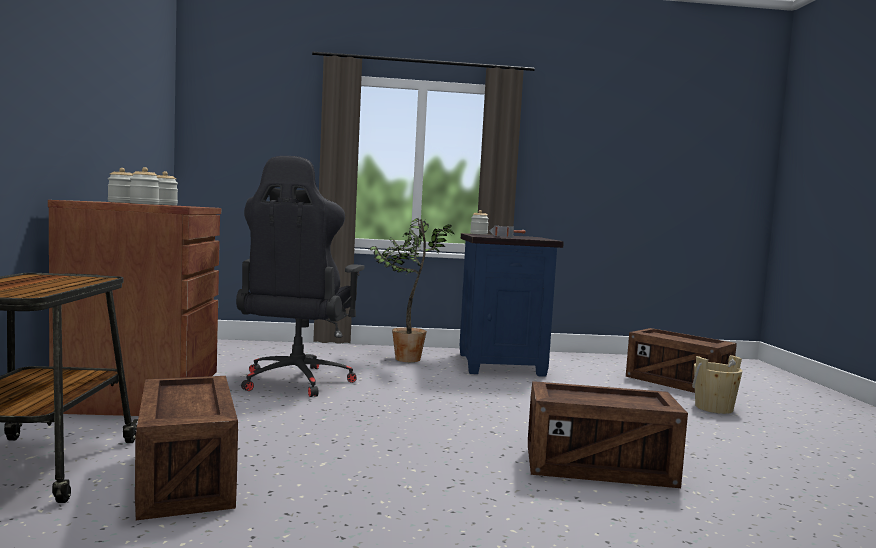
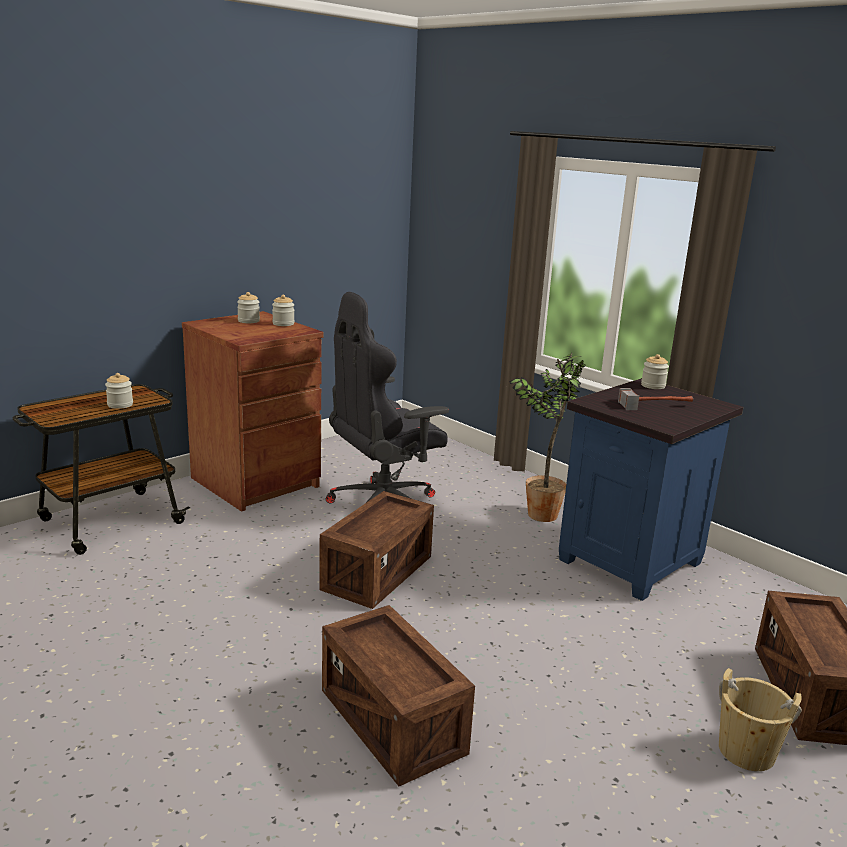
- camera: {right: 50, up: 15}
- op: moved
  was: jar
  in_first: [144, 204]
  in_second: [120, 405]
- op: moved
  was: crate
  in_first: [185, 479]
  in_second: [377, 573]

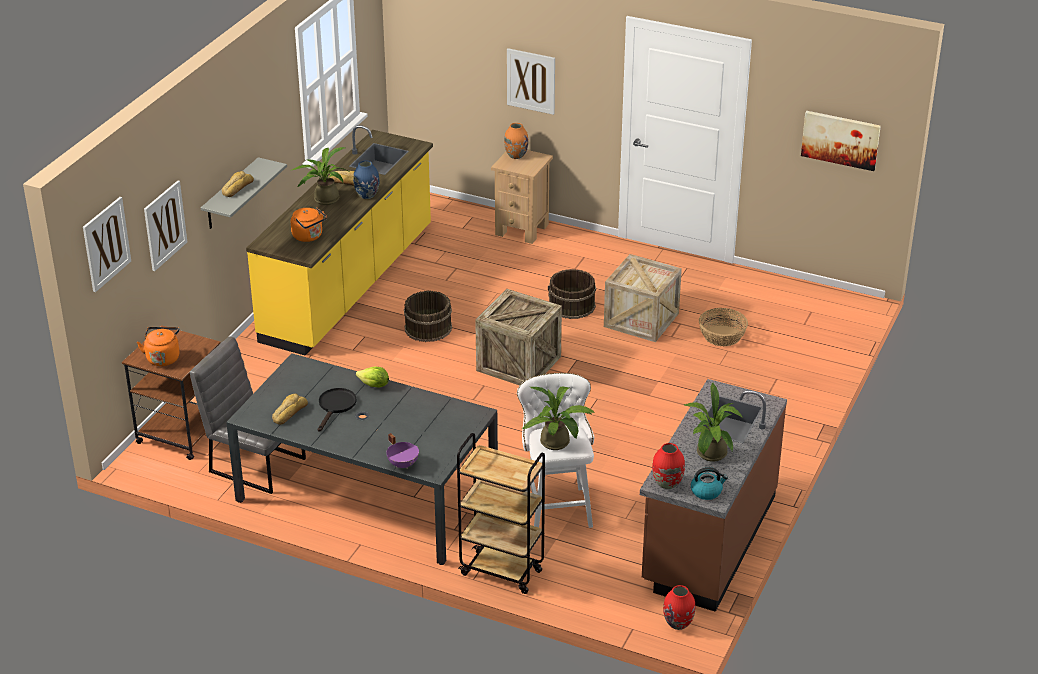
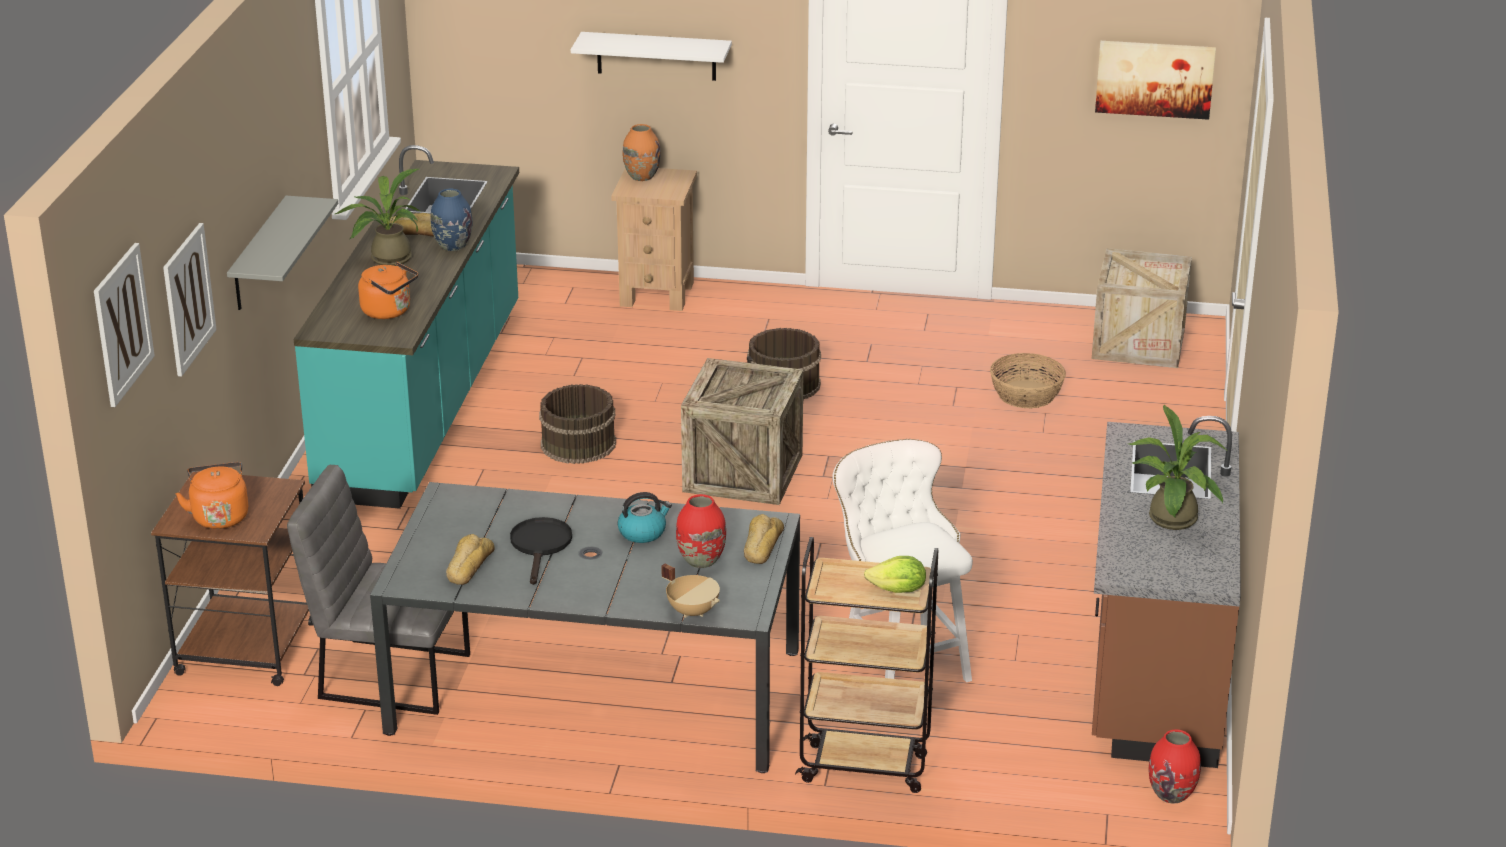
- camera: {right: -15, up: -5}
- op: recoloured
  was: yellow counter
  now: turquoise counter
  in_first: [349, 285]
  in_second: [425, 402]
- op: replaced
  was: picture
  now: white shelf
  in_first: [531, 81]
  in_second: [656, 56]
- op: moved
  was: kettle
  in_first: [707, 491]
  in_second: [643, 532]
- op: recoloured
  was: purple cooking pot
  now: beige cooking pot
  in_first: [403, 464]
  in_second: [693, 611]
- op: moved
  was: red vase
  in_first: [667, 483]
  in_second: [700, 560]
- op: moved
  was: bread
  in_first: [236, 188]
  in_second: [761, 545]
- op: moved
  was: lettuce
  in_first: [374, 385]
  in_second: [898, 591]
- op: moved
  was: crate
  in_first: [641, 320]
  in_second: [1138, 343]
- op: removed
  was: potted plant
  in_first: [558, 443]

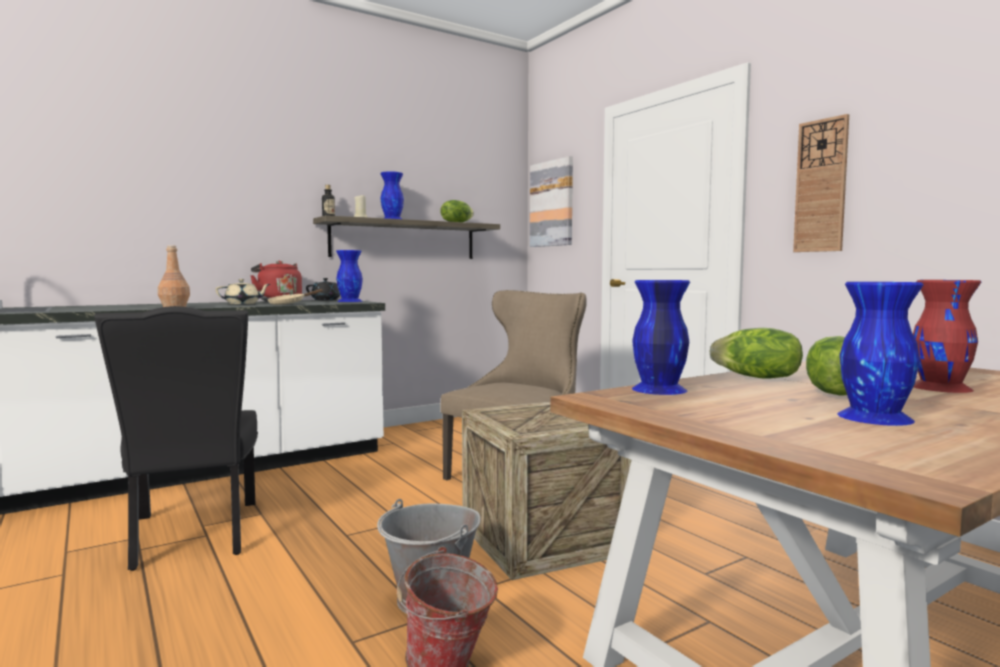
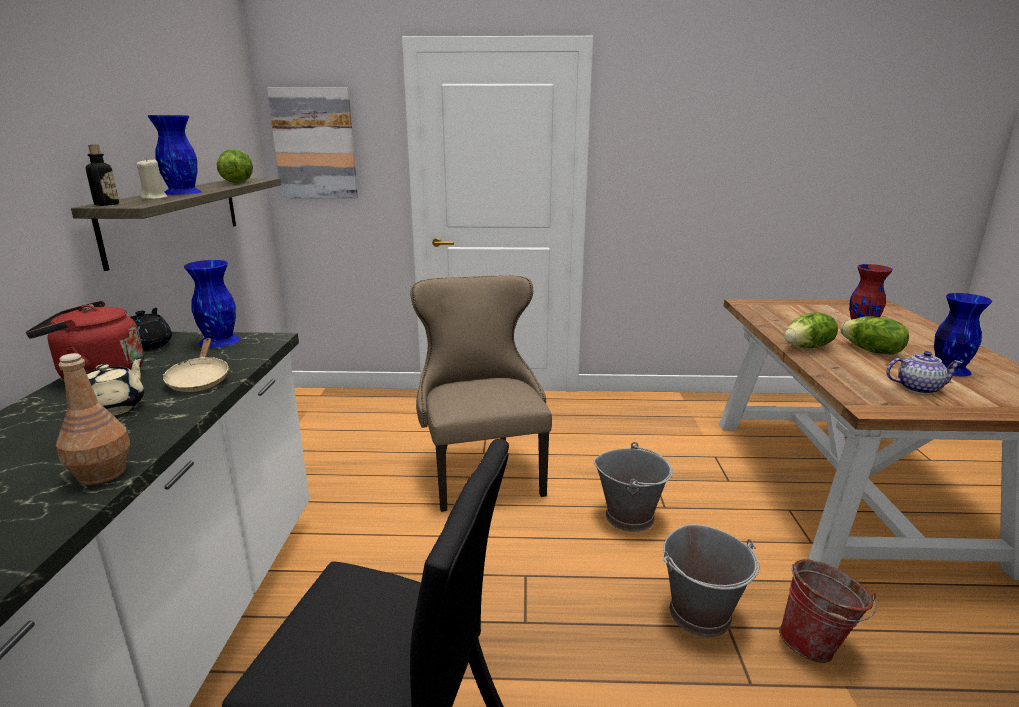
- camera: {right: -55, up: 15}
- op: replaced
  was: crate
  now: grey bucket
  in_first: [542, 539]
  in_second: [630, 516]
- op: added
  now: teapot
  in_second: [917, 388]
- op: removed
  was: blue vase
  in_first: [658, 389]
- op: removed
  was: wall clock
  in_first: [821, 186]

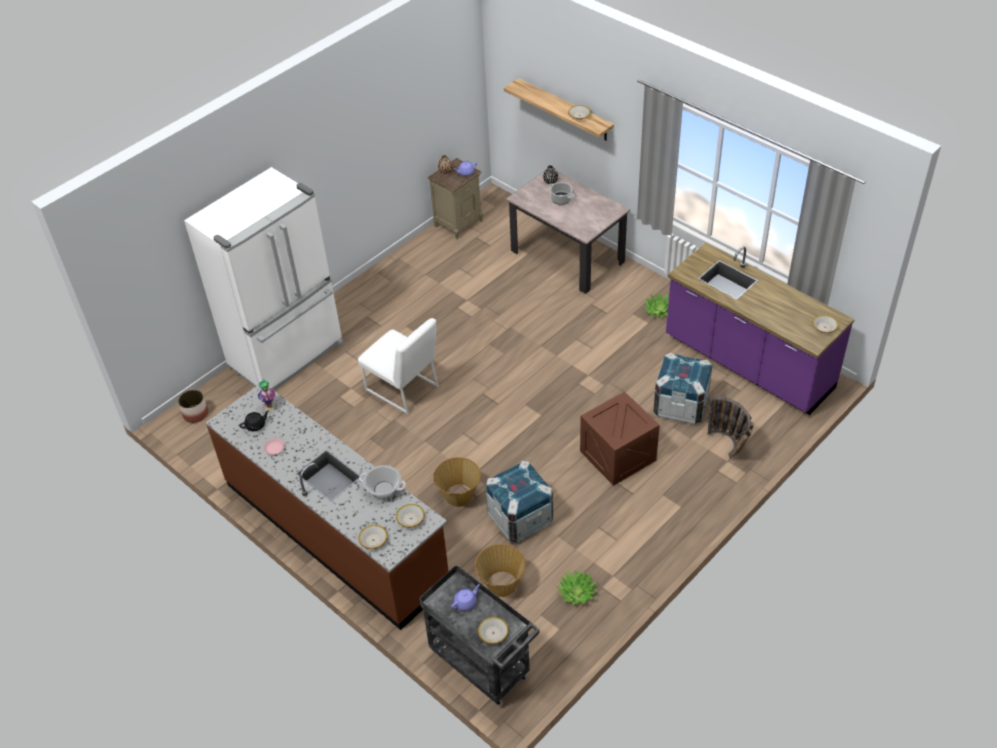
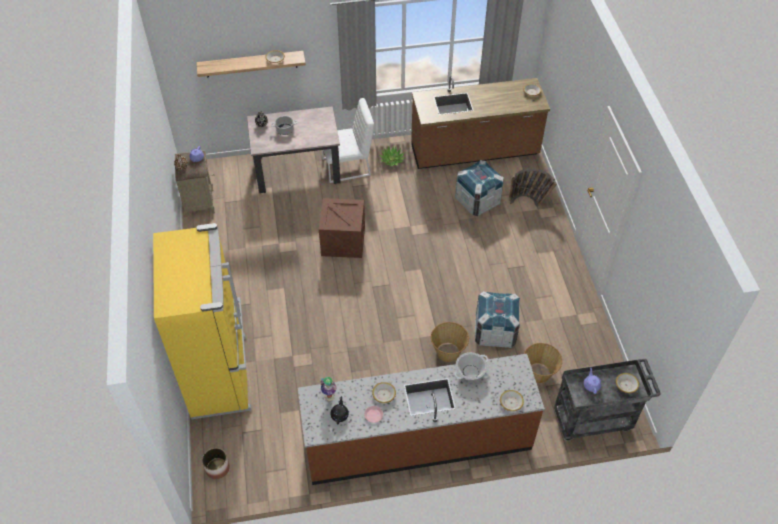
- camera: {right: -55, up: 5}
- op: recoloured
  was: white fridge
  now: yellow fridge
  in_first: [288, 356]
  in_second: [221, 375]
- op: moved
  was: crate
  in_first: [618, 455]
  in_second: [343, 241]
- op: moved
  was: white chair
  in_first: [403, 389]
  in_second: [348, 166]
- op: moved
  was: bowl
  in_first: [411, 519]
  in_second: [384, 394]
- op: recoloured
  was: purple counter
  now: brown counter
  in_first: [747, 364]
  in_second: [474, 152]
- op: removed
  was: potted plant
  in_first: [577, 592]

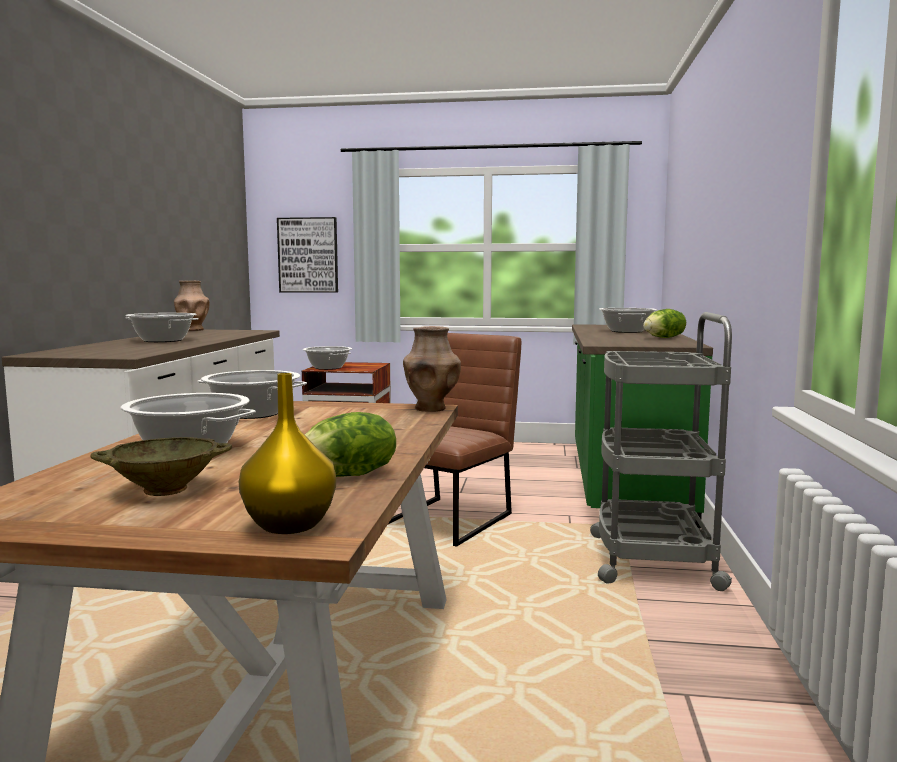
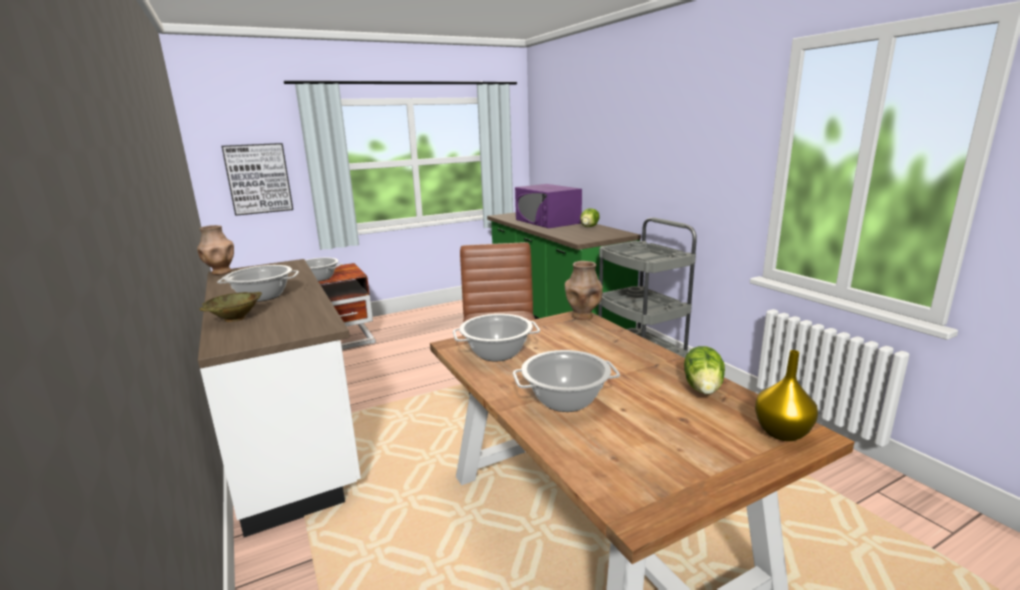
- camera: {right: -35, up: 10}
- op: moved
  was: beige bowl
  in_first: [166, 489]
  in_second: [235, 318]
- op: replaced
  was: cooking pot
  now: purple microwave
  in_first: [627, 331]
  in_second: [547, 221]

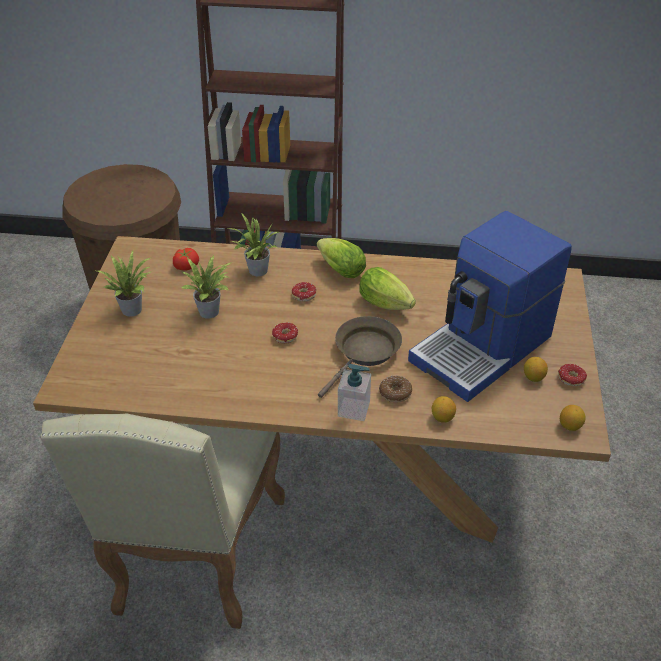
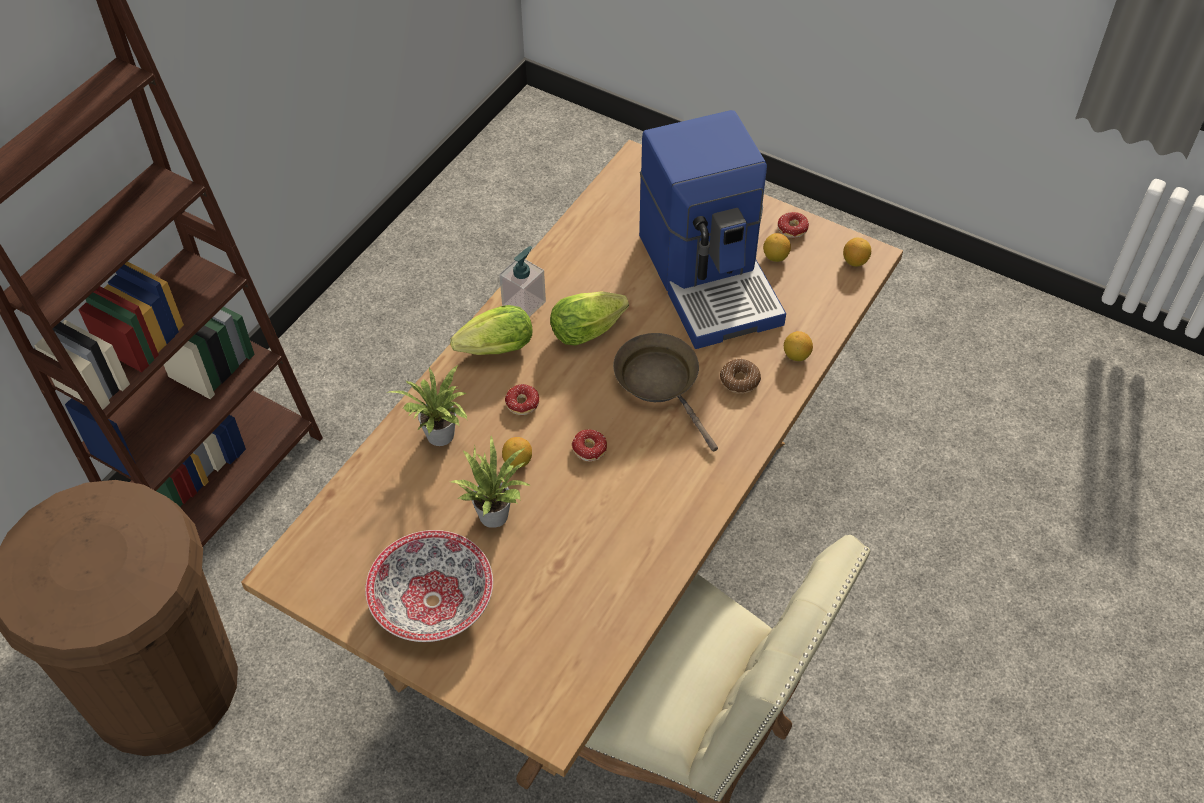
- camera: {right: -65, up: 10}
- op: replaced
  was: potted plant
  now: bowl
  in_first: [133, 308]
  in_second: [432, 602]
- op: moved
  was: soap dispenser
  in_first: [354, 409]
  in_second: [524, 303]
- op: added
  now: lemon
  in_second: [518, 461]
- op: removed
  was: tomato
  in_first: [186, 266]

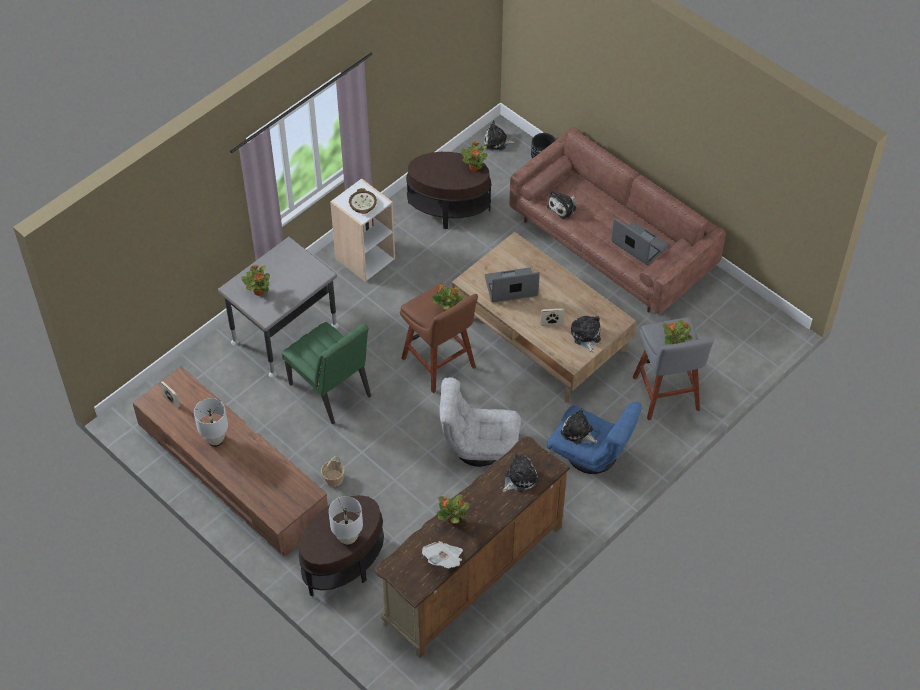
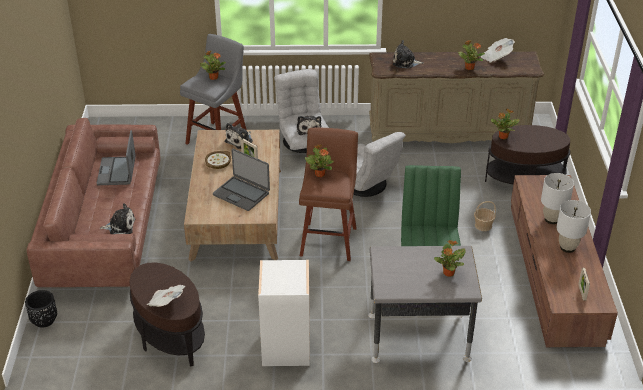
- camera: {right: -135, up: -15}
- op: added
  now: newspaper
  in_second: [166, 303]
- op: moved
  was: bowl
  in_first: [362, 204]
  in_second: [218, 162]
- op: recoloured
  was: blue armchair
  now: grey armchair
  in_first: [590, 454]
  in_second: [304, 141]
- op: moved
  was: potted plant
  in_first: [474, 167]
  in_second: [502, 137]
- op: moved
  was: white table lamp
  in_first: [347, 538]
  in_second: [552, 219]
- op: removed
  was: plush toy
  in_first: [497, 142]

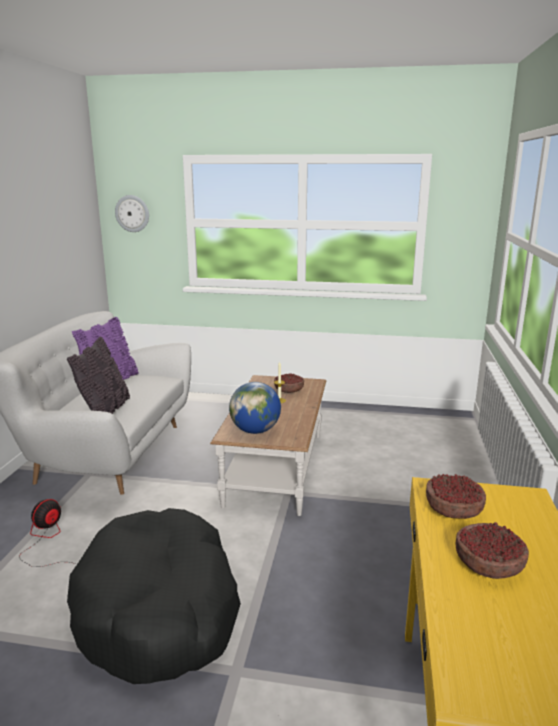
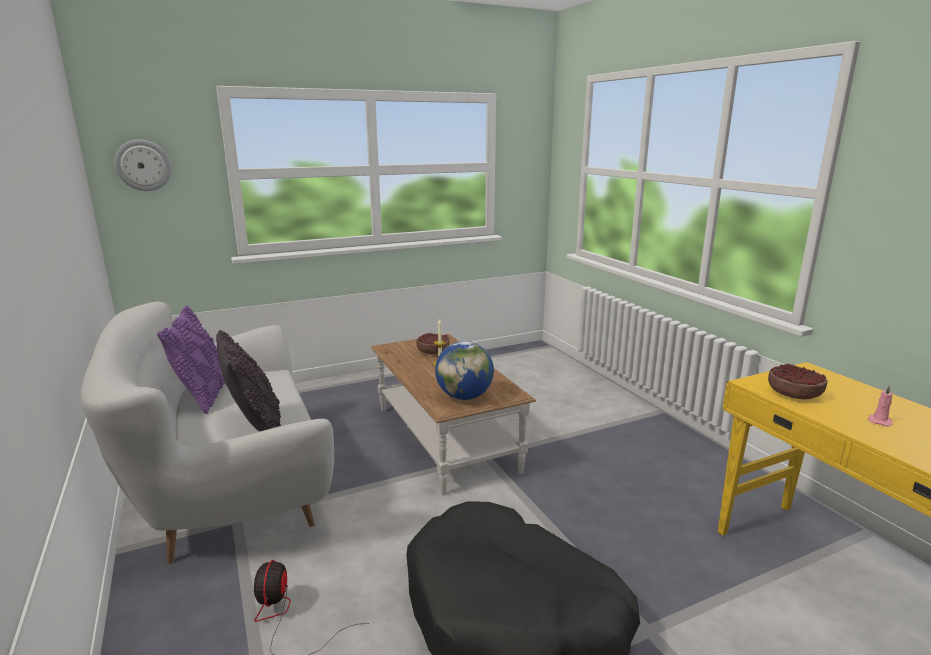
- camera: {right: -35, up: 0}
- op: replaced
  was: bowl
  now: pink candle
  in_first: [489, 565]
  in_second: [879, 421]

